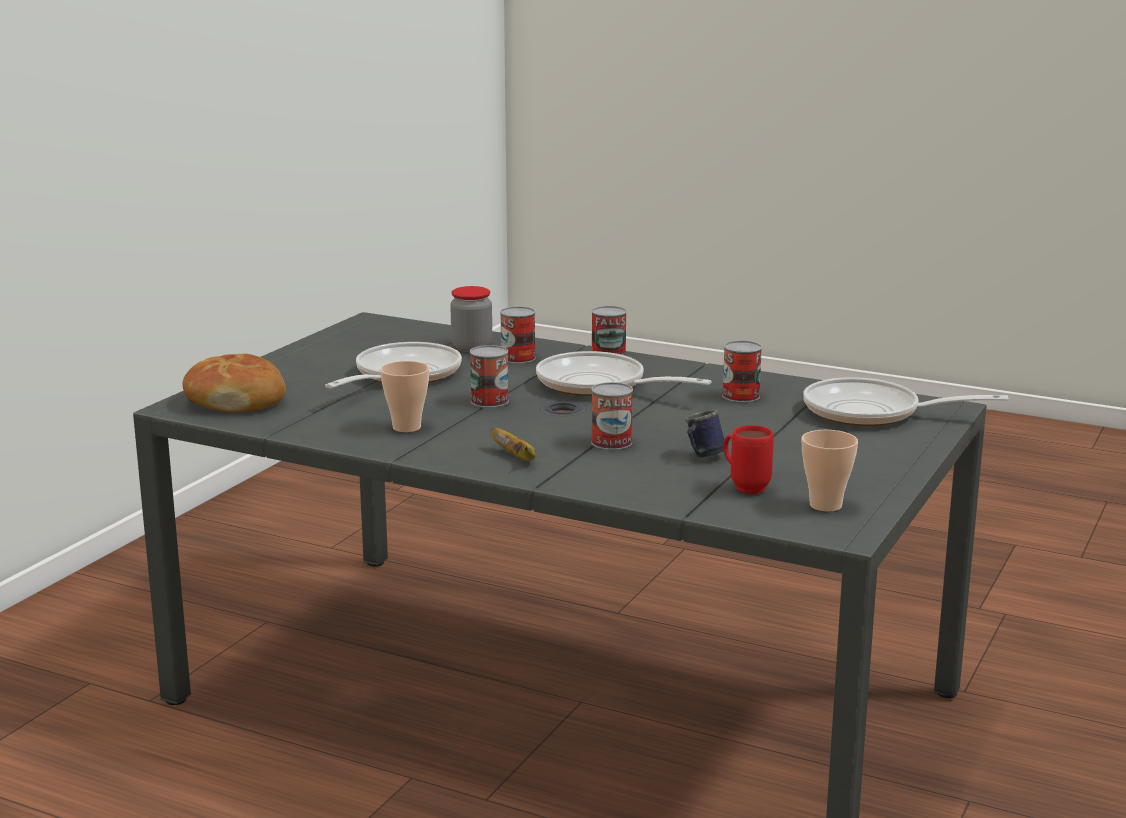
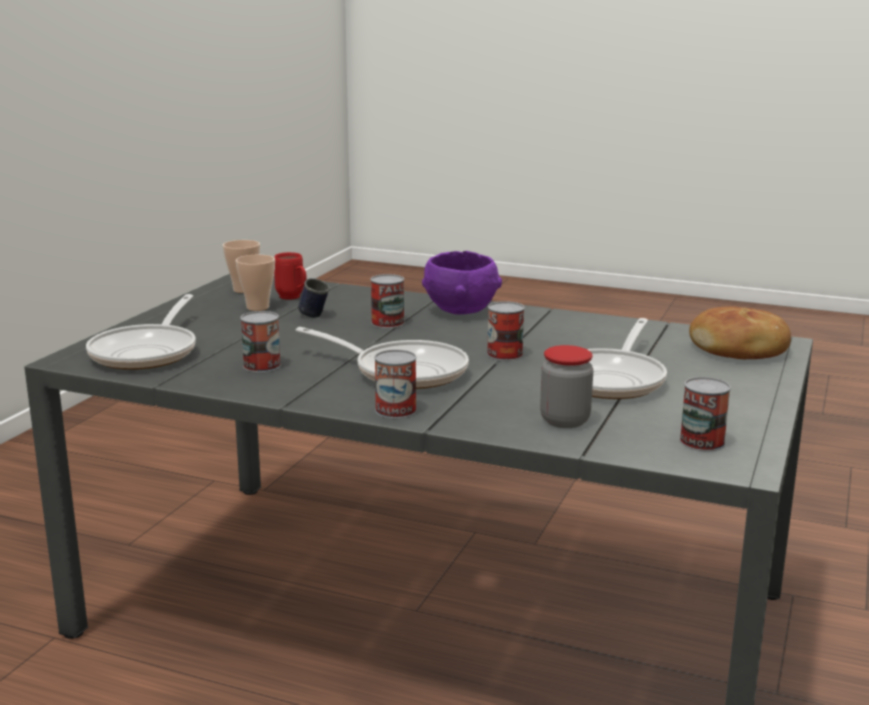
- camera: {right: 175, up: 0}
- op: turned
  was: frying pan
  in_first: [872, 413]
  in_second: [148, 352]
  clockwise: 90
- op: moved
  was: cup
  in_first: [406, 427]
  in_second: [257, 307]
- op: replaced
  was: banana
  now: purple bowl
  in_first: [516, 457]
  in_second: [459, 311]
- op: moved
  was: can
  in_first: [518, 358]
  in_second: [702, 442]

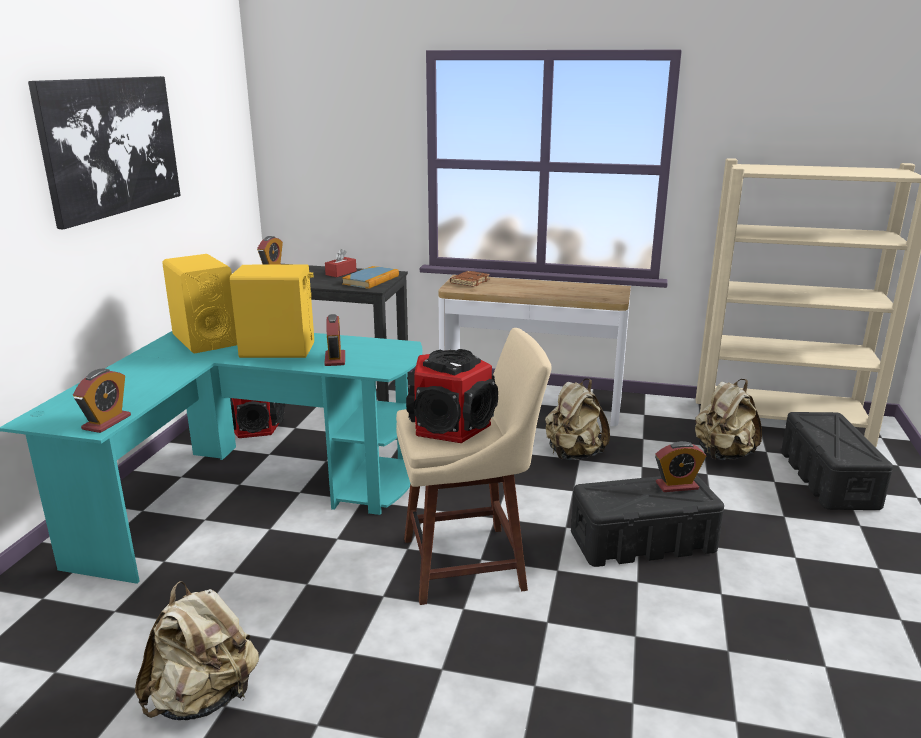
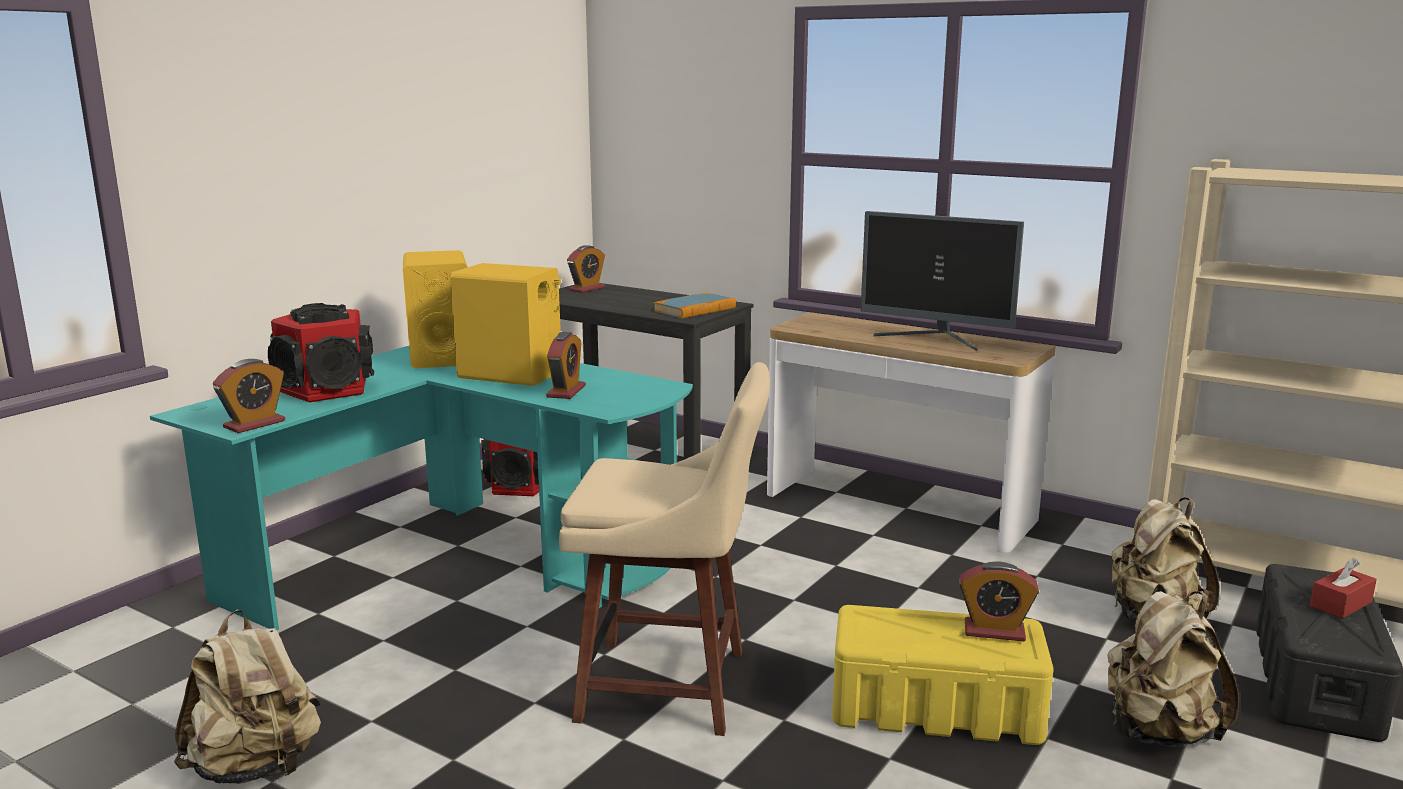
- camera: {right: 20, up: -5}
- op: moved
  was: speaker
  in_first: [450, 425]
  in_second: [327, 389]
- op: recoloured
  was: black storage box
  now: yellow storage box
  in_first: [643, 541]
  in_second: [937, 709]
- op: added
  now: monitor
  in_second: [935, 339]
- op: moved
  was: beige backpack
  in_first: [573, 454]
  in_second: [1159, 732]
- op: moved
  was: red tissue box
  in_first: [341, 273]
  in_second: [1340, 604]
- op: removed
  was: picture
  in_first: [111, 146]
- op: removed
  was: brown book
  in_first: [469, 282]

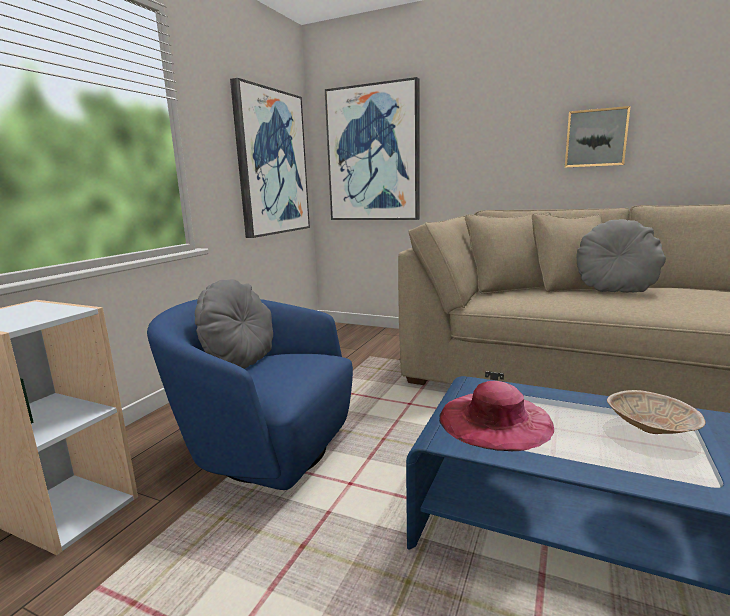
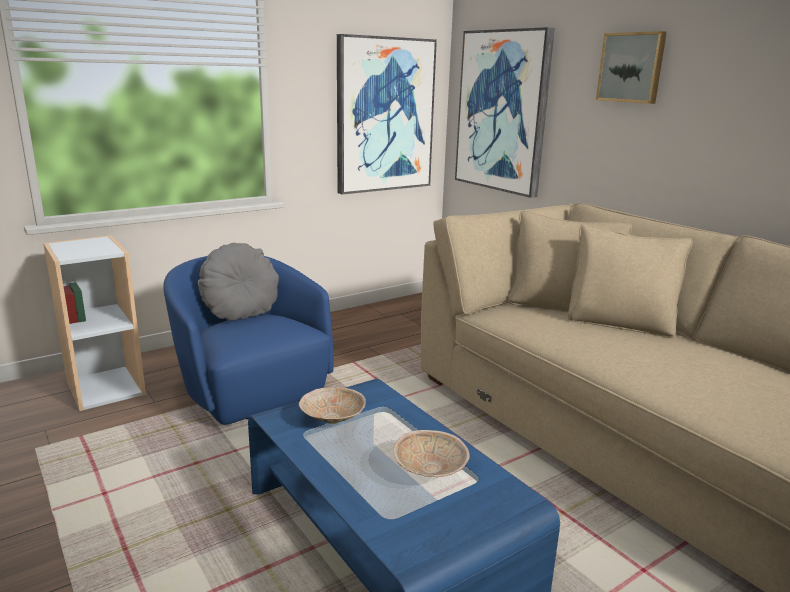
- camera: {right: 30, up: 5}
- op: replaced
  was: pink hat
  now: beige bowl
  in_first: [495, 420]
  in_second: [332, 418]
- op: moved
  was: picture
  in_first: [596, 138]
  in_second: [631, 67]
- op: removed
  was: grey pillow
  in_first: [615, 291]

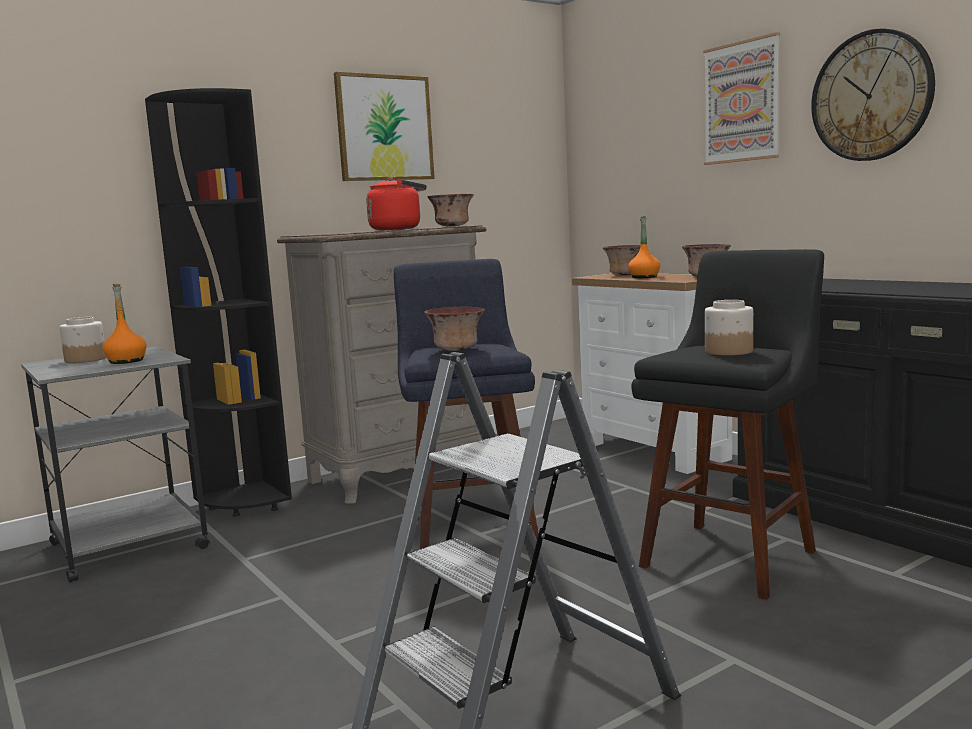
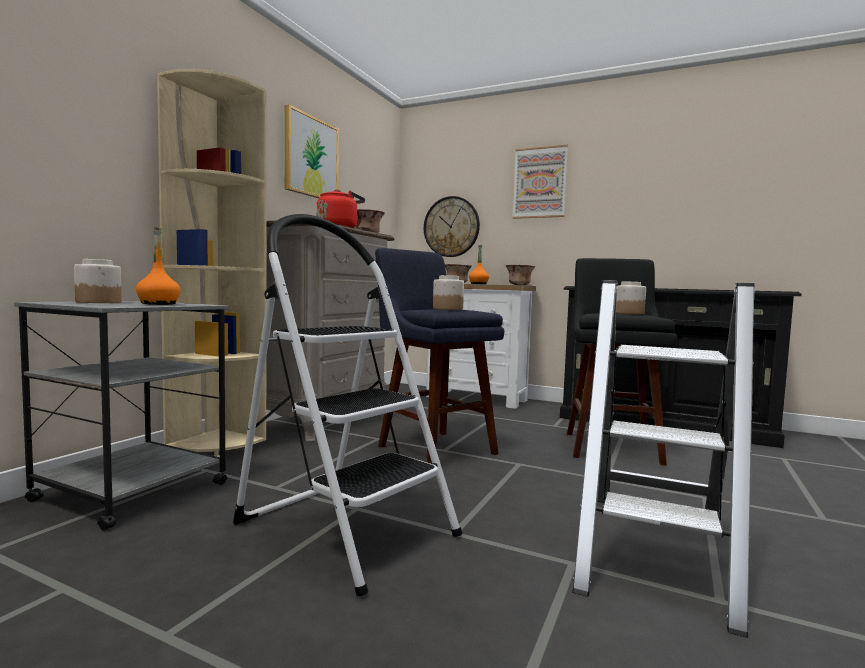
- camera: {right: -30, up: -5}
- op: recoloured
  was: black bookcase
  now: beige bookcase
  in_first: [245, 507]
  in_second: [216, 451]
- op: added
  now: step ladder
  in_second: [342, 527]
- op: moved
  was: wall clock
  in_first: [871, 96]
  in_second: [451, 227]
- op: replaced
  was: bowl
  now: jar
  in_first: [455, 349]
  in_second: [447, 309]

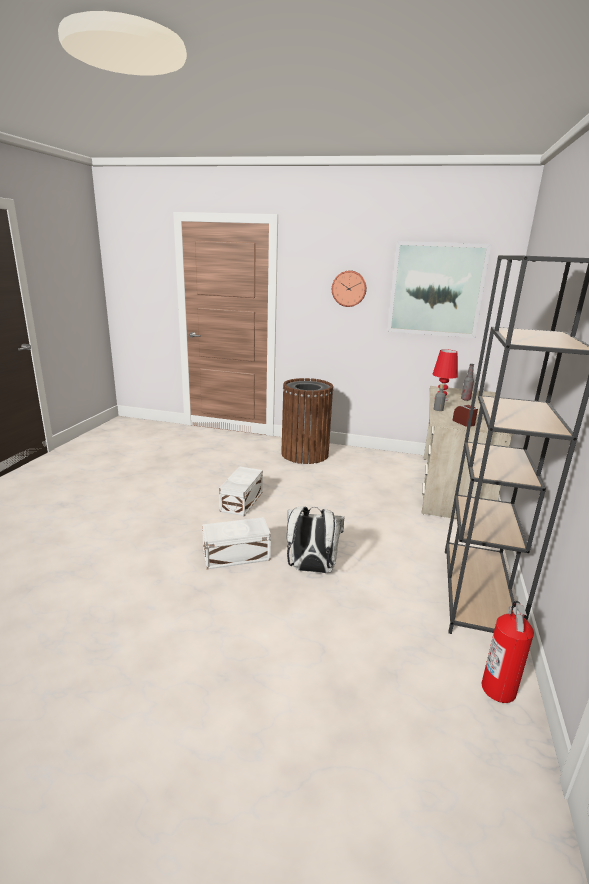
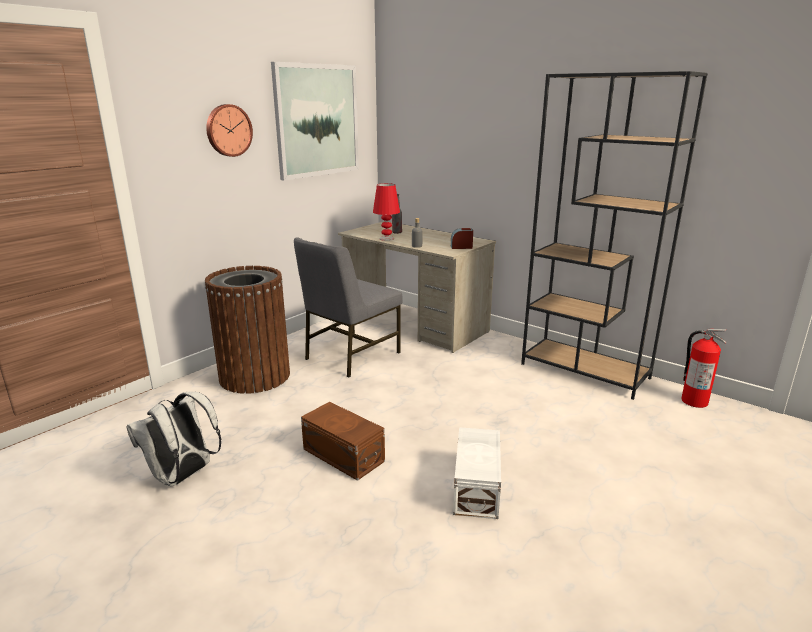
- camera: {right: -65, up: 0}
- op: moved
  was: white backpack
  in_first: [311, 569]
  in_second: [183, 476]
- op: added
  now: grey chair
  in_second: [350, 355]
- op: recoloured
  was: white storage box
  now: brown storage box
  in_first: [240, 501]
  in_second: [343, 456]

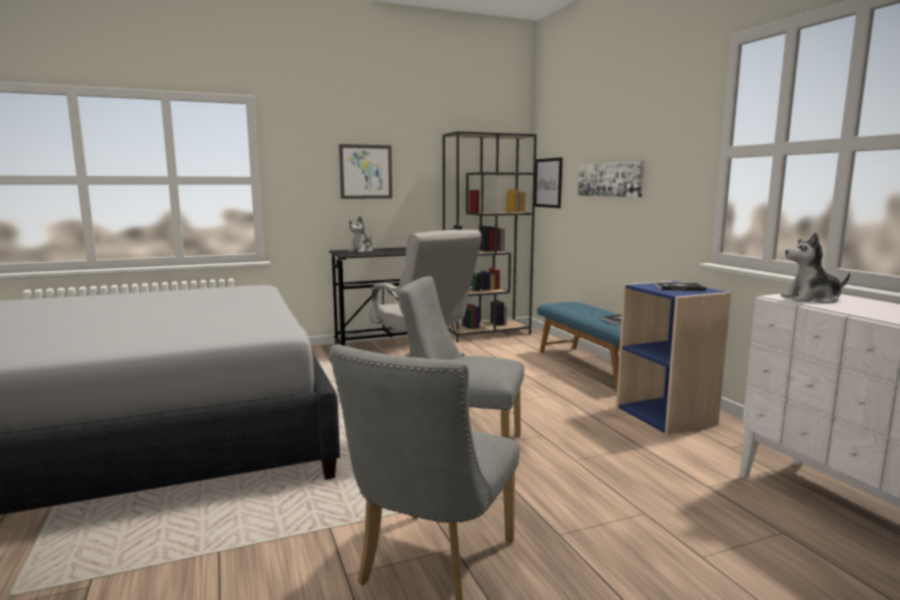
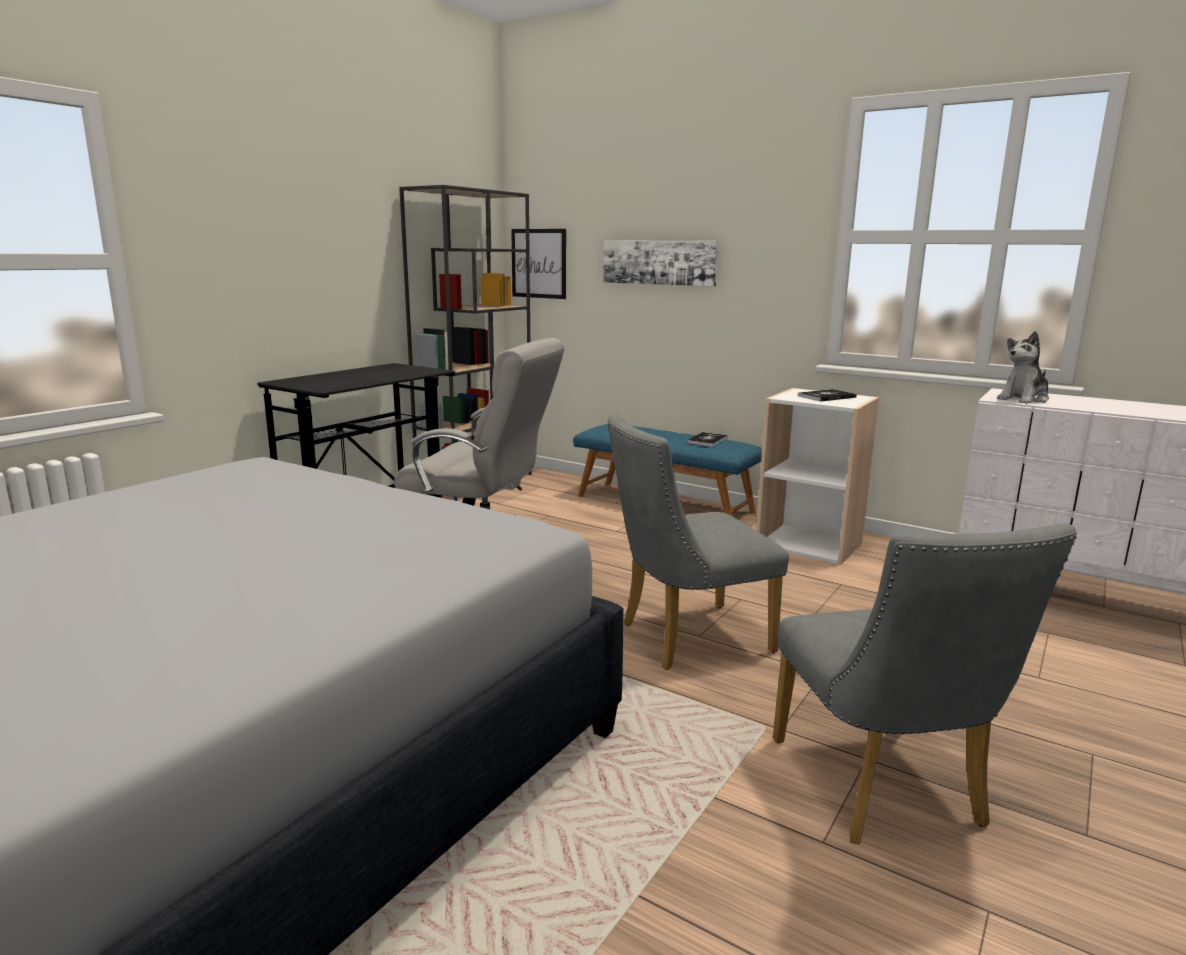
- camera: {right: -35, up: 5}
- op: recoloured
  was: blue bookcase
  now: white bookcase
  in_first: [667, 415]
  in_second: [810, 544]
- op: removed
  was: picture
  in_first: [366, 171]
- op: removed
  was: plush toy
  in_first: [361, 251]

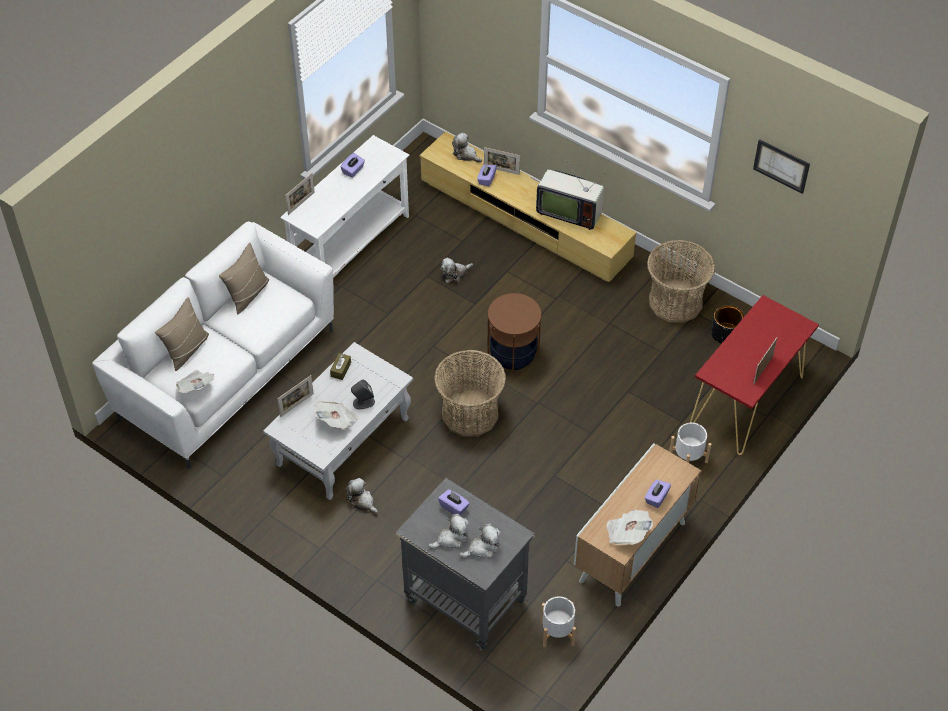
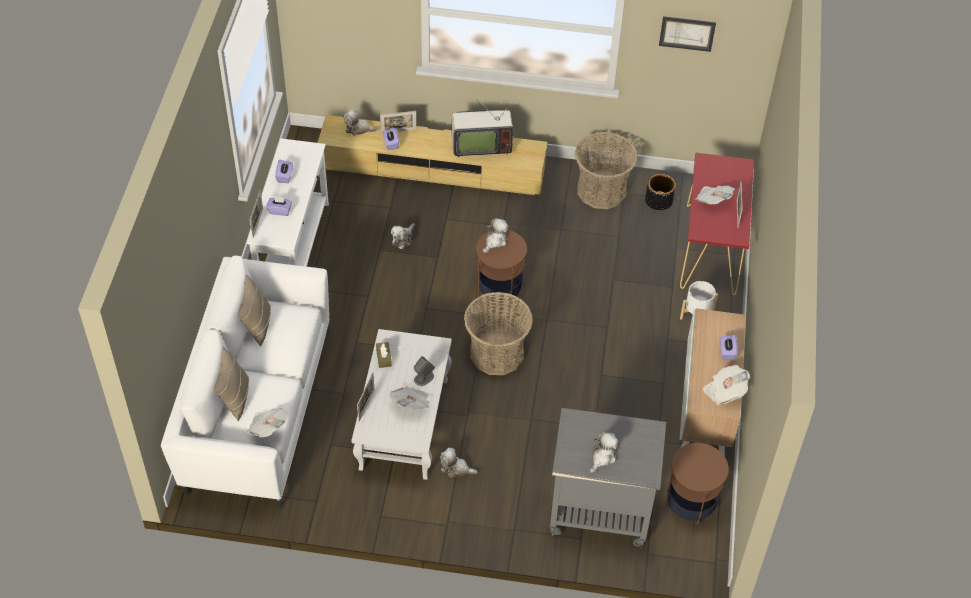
- camera: {right: -30, up: 0}
- op: moved
  was: purple tissue box
  in_first: [454, 507]
  in_second: [280, 210]
- op: moved
  was: plush toy
  in_first: [482, 548]
  in_second: [495, 241]
- op: replaced
  was: white planter
  now: brown side table
  in_first: [557, 632]
  in_second: [691, 504]
- op: added
  now: newspaper
  in_second: [713, 200]

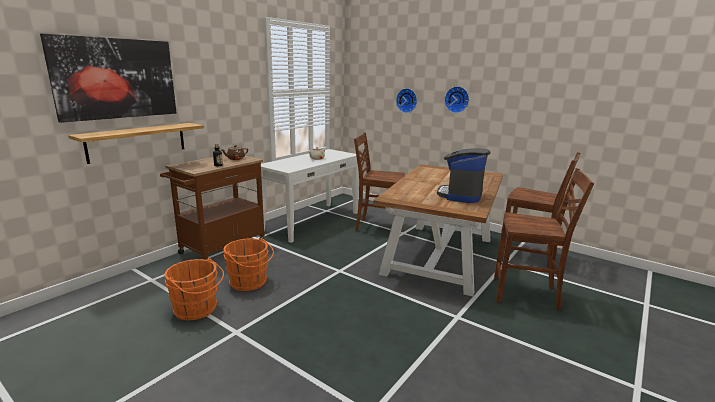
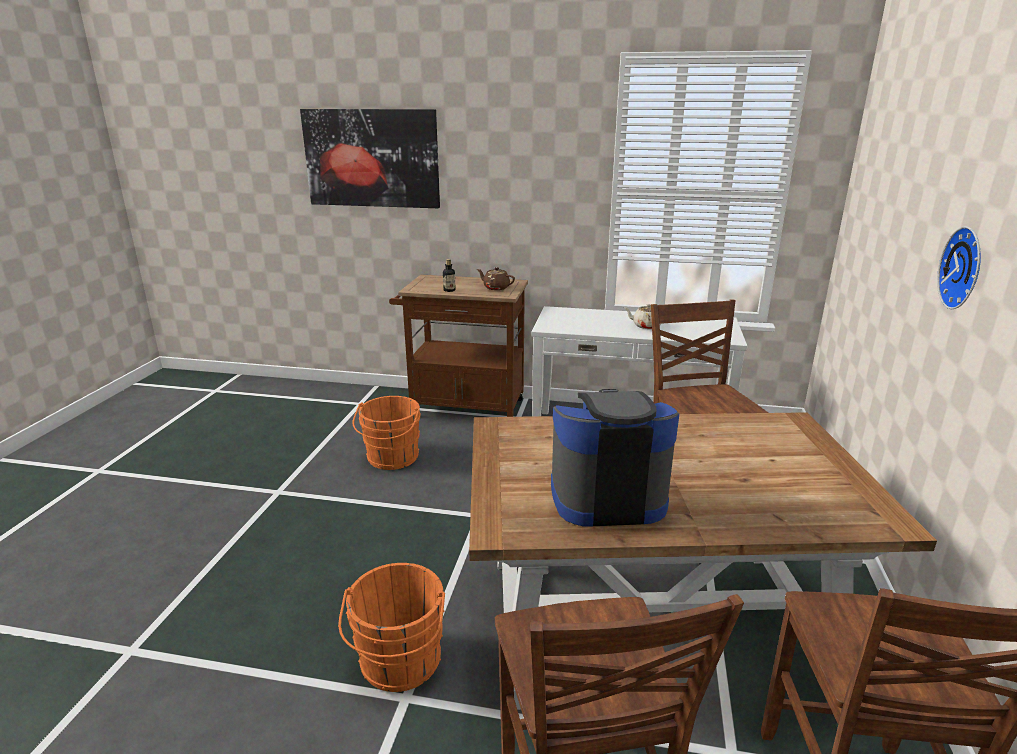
- camera: {right: 65, up: 5}
- op: moved
  was: orange bucket
  in_first: [197, 309]
  in_second: [399, 665]
- op: removed
  was: shelf
  in_first: [137, 142]
- op: removed
  was: wall clock
  in_first: [407, 100]

